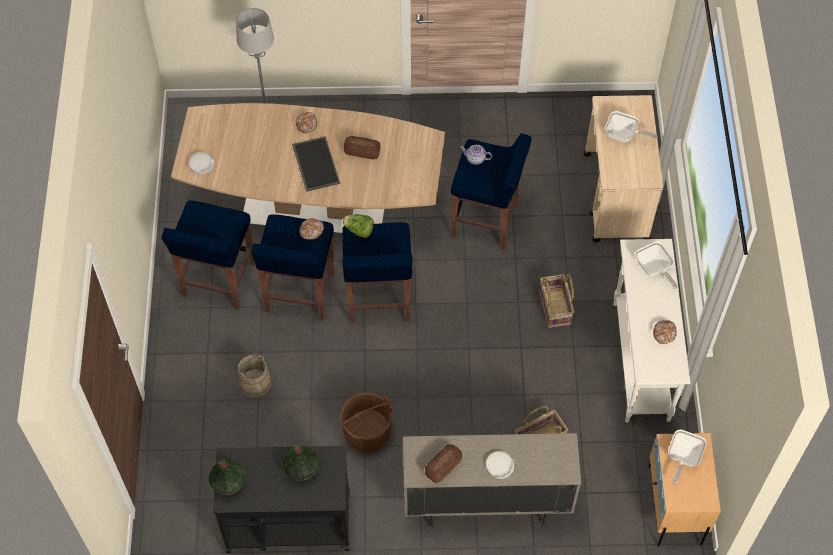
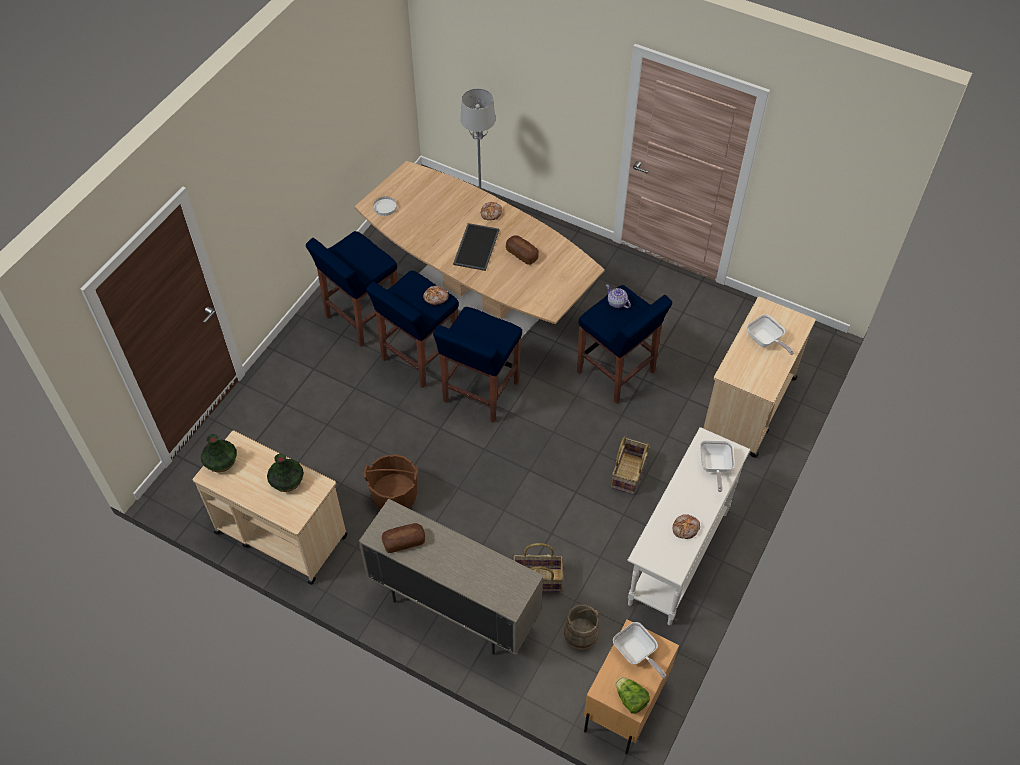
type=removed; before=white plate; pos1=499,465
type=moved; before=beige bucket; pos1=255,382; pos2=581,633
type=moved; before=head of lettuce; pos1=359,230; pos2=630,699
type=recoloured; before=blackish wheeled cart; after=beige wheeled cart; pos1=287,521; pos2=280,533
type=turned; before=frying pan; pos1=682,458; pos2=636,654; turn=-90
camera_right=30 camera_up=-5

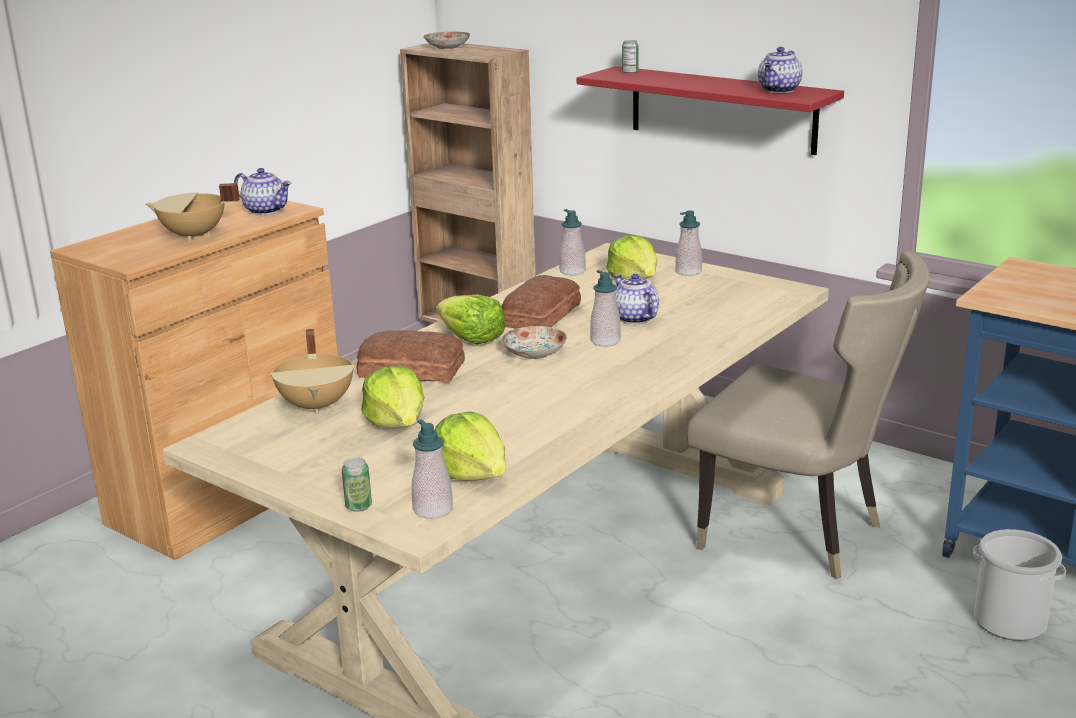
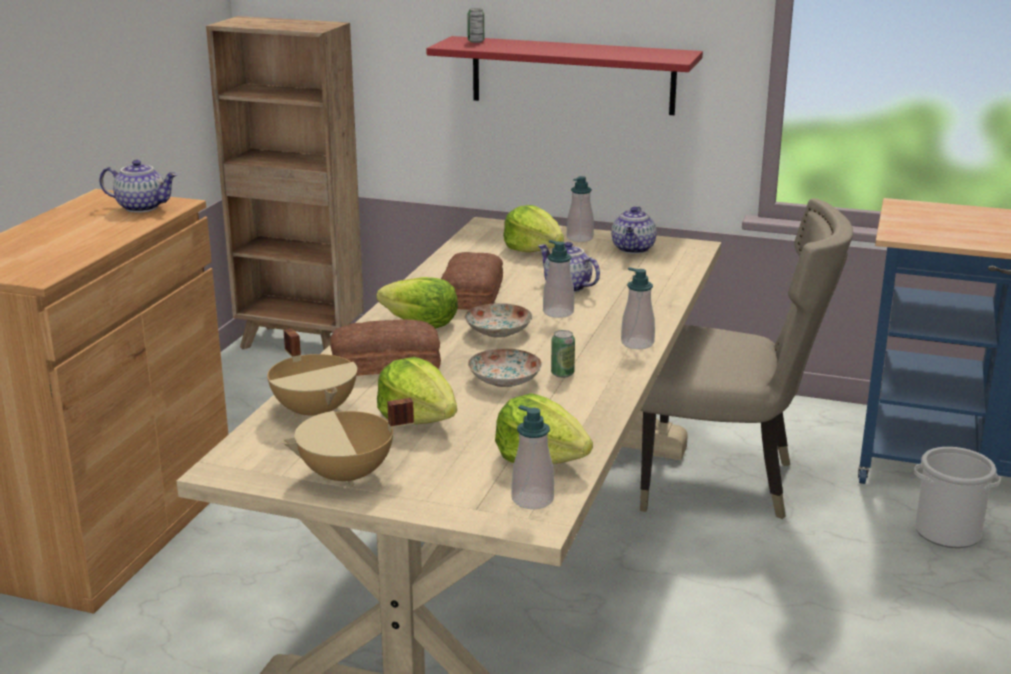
type=moved; before=beige cooking pot; pos1=194,236; pos2=347,476
type=moved; before=sealed can; pos1=358,506; pos2=562,374
type=moved; before=plate; pos1=448,47; pos2=505,380
type=moved; before=liquid soap bottle; pos1=572,271; pos2=637,343
type=moved; before=tea pot; pos1=779,90; pos2=633,249
camera_right=-20 camera_up=0

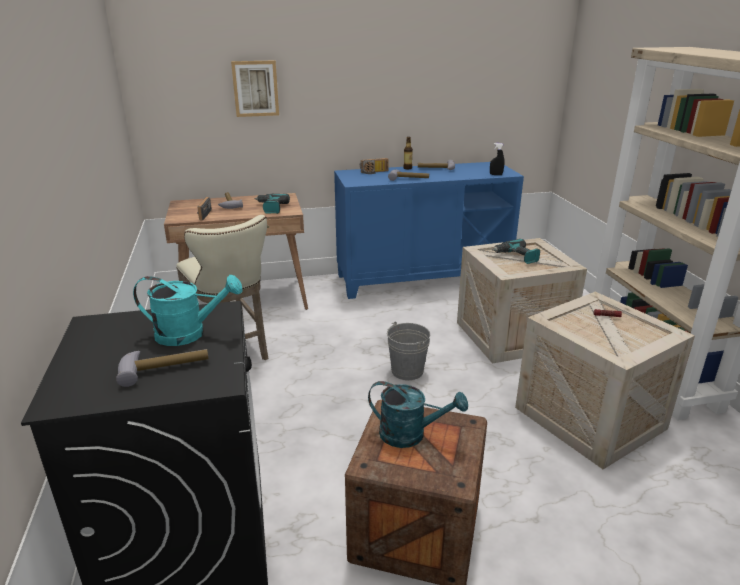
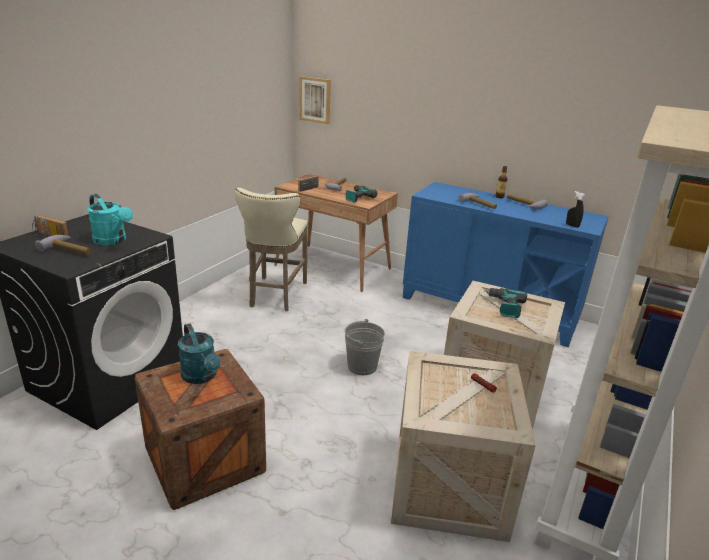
type=moved; before=picture; pos1=255,88; pos2=315,100
type=moved; before=radio; pos1=374,172; pos2=49,236
camera_right=40 camera_up=0

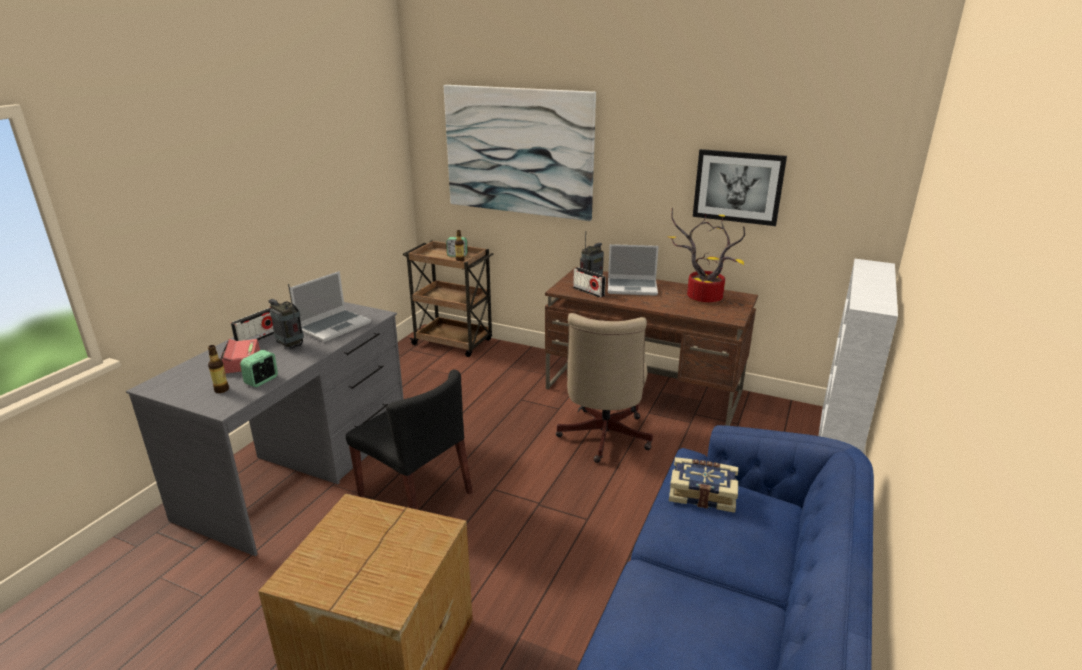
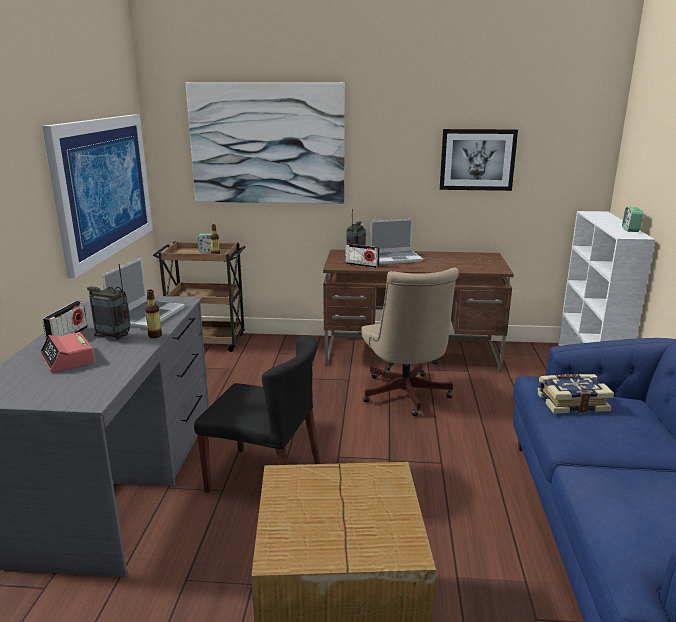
type=removed; before=houseplant; pos1=701,297
type=added; after=picture; pos2=103,187
type=moved; before=beverage bottle; pos1=221,390; pos2=155,336
type=moved; before=alarm clock; pos1=262,381; pos2=630,230
camera_right=-20 camera_up=-5

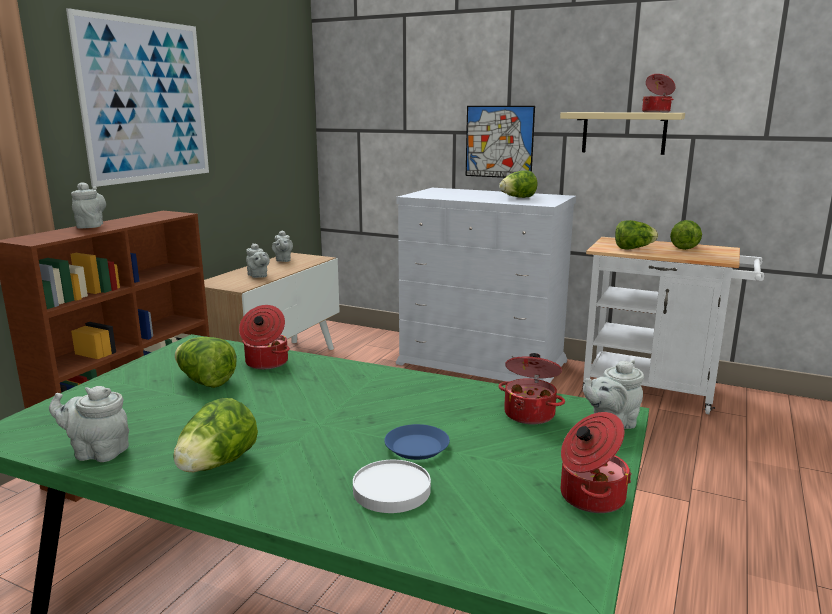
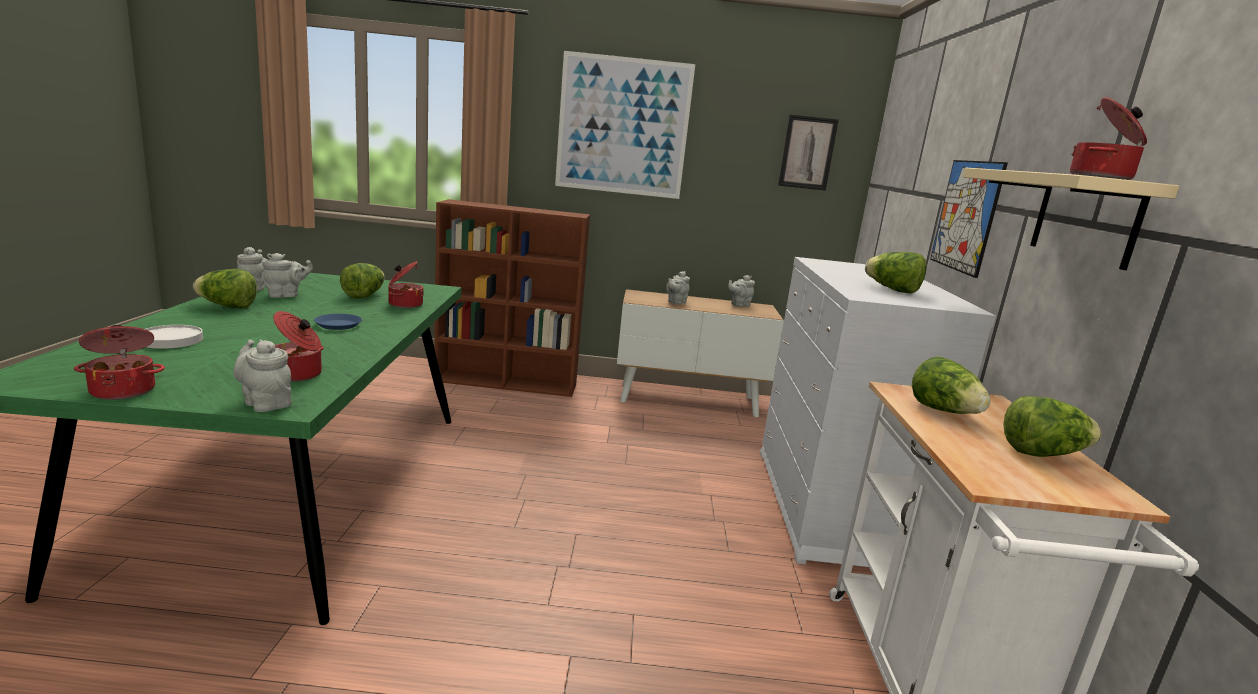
type=added; after=picture; pos2=807,153
type=moved; before=gray tea pot; pos1=91,226; pos2=286,295
type=moved; before=blue plate; pos1=417,447; pos2=338,325
camera_right=65 camera_up=0

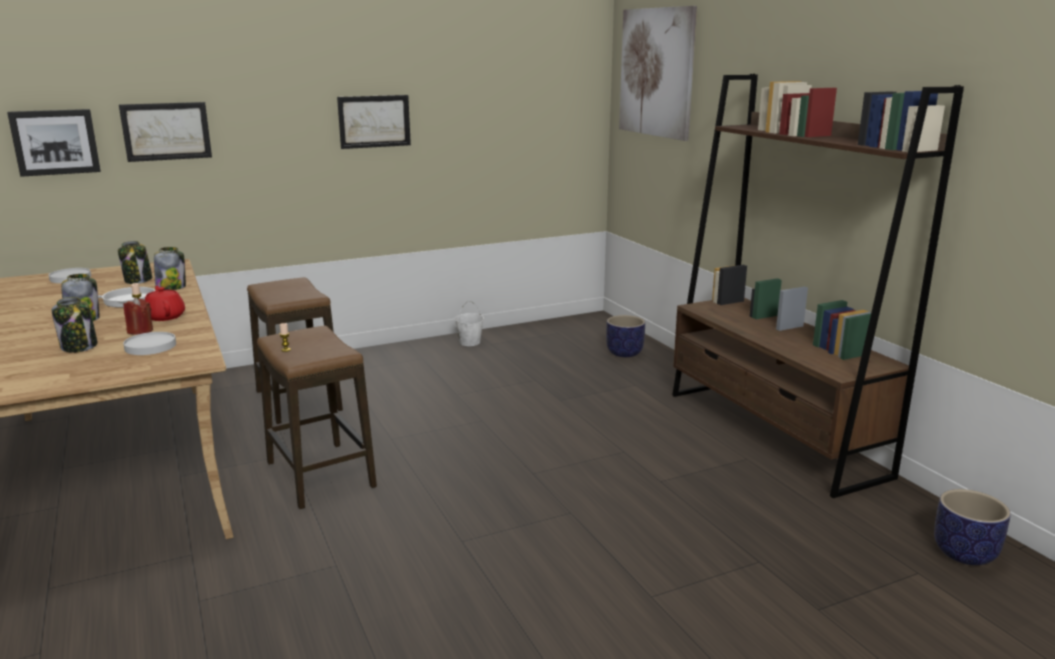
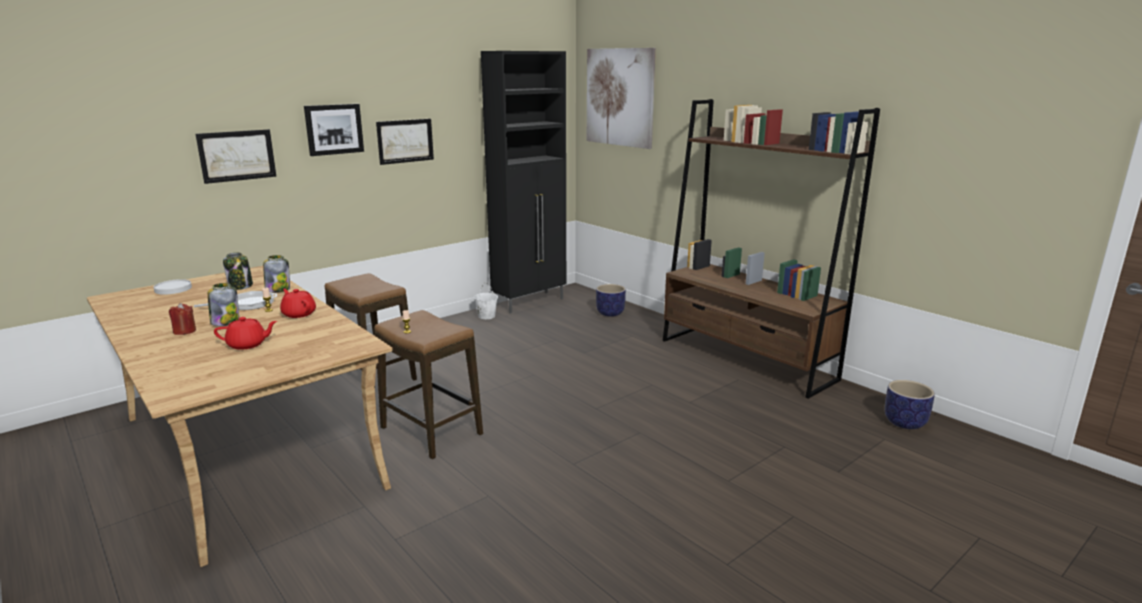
type=removed; before=white plate; pos1=151,346
type=added; after=blackish cupboard; pos2=530,302
type=moved; before=picture; pos1=55,142; pos2=334,129
type=moved; before=red-coloured wax candle; pos1=140,331; pos2=184,331
type=replaced; before=preserve jar; after=red-coloured tea pot; pos1=79,346; pos2=248,344
camera_right=-15 camera_up=0

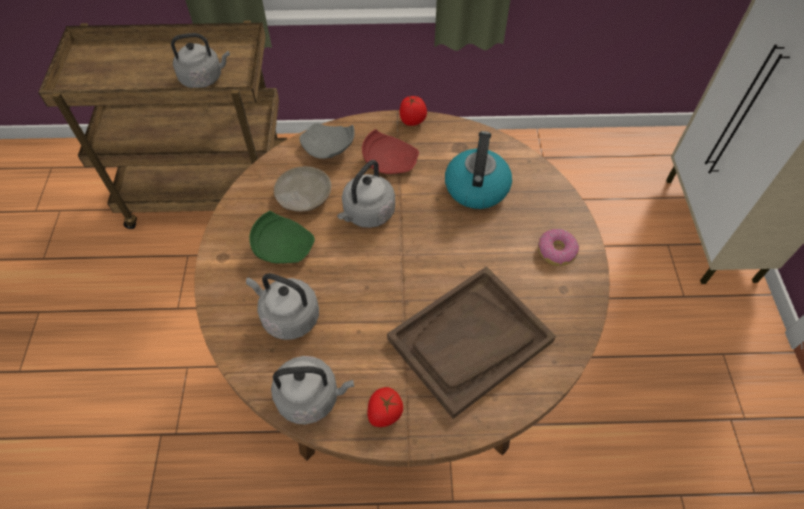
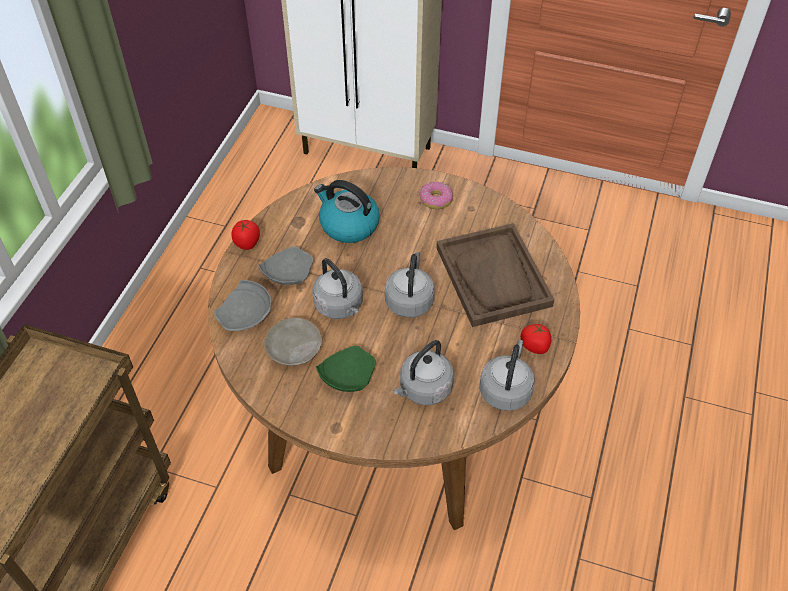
type=moved; before=gray tea kettle; pos1=204,78; pos2=409,300
type=recoloured; before=red-coloured plate; after=gray plate; pos1=389,161; pos2=287,274
camera_right=-70 camera_up=-5

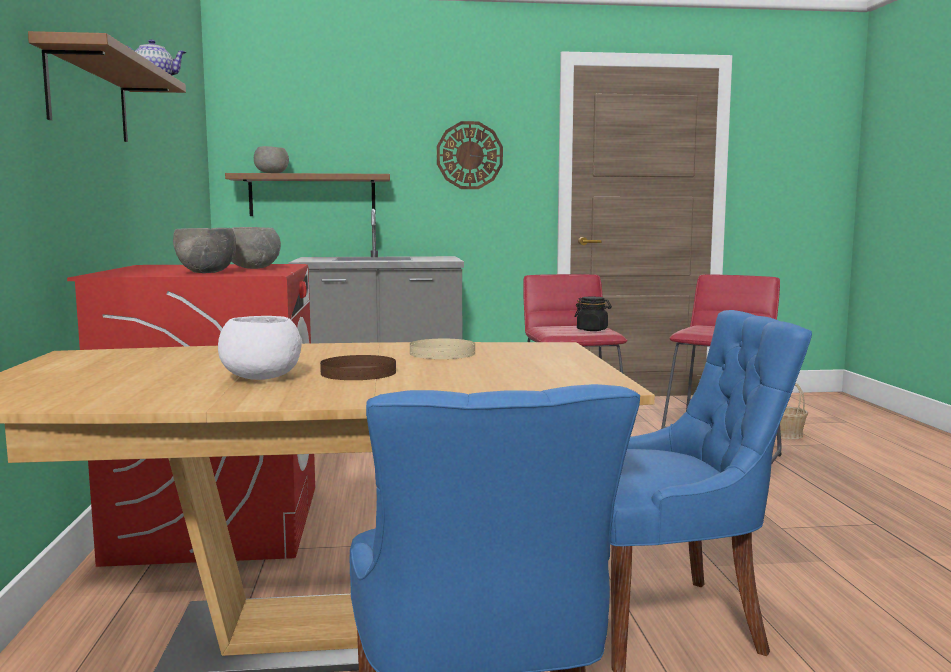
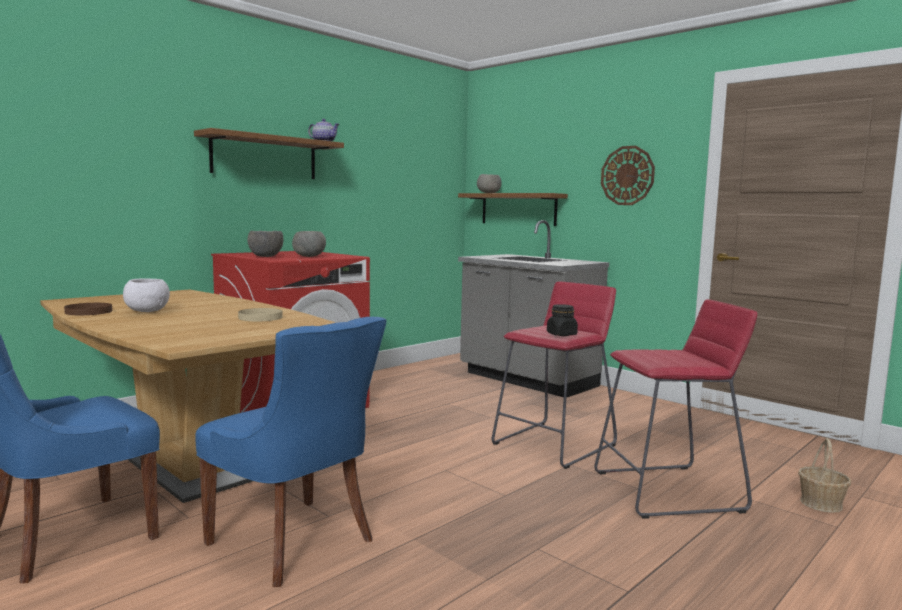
type=moved; before=brownish plate; pos1=359,372; pos2=88,312
camera_right=50 camera_up=0

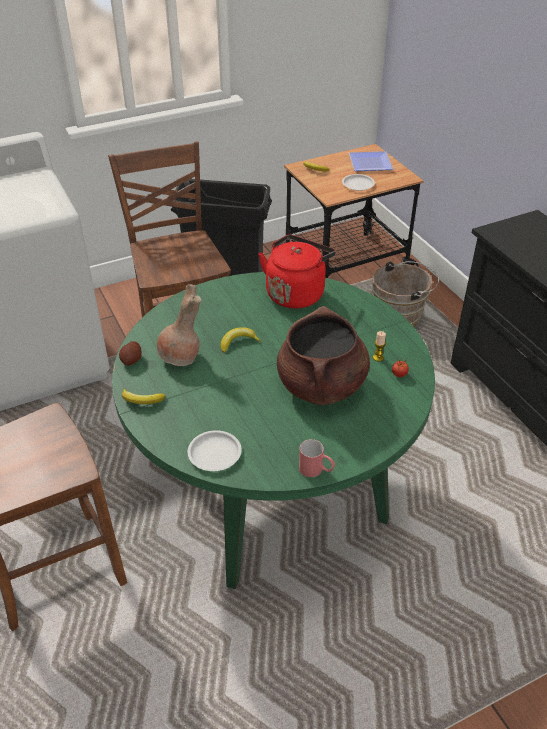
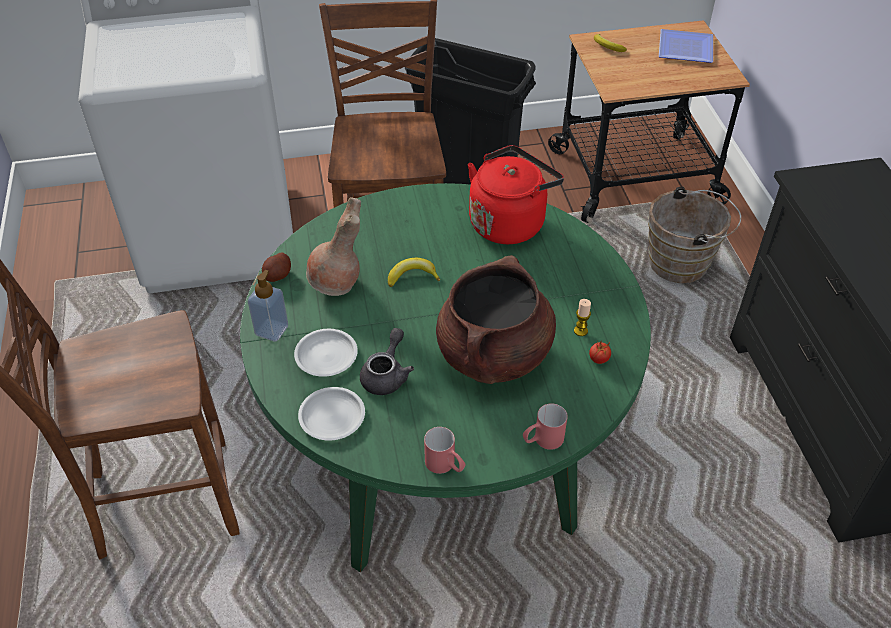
type=added; after=gray tea pot; pos2=387,375
type=added; after=red-coloured tea mug; pos2=542,440
type=moved; before=white plate; pos1=358,184; pos2=326,355
type=replaced; before=whole banana; after=liquid soap bottle; pos1=142,400; pos2=271,330
camera_right=15 camera_up=5

